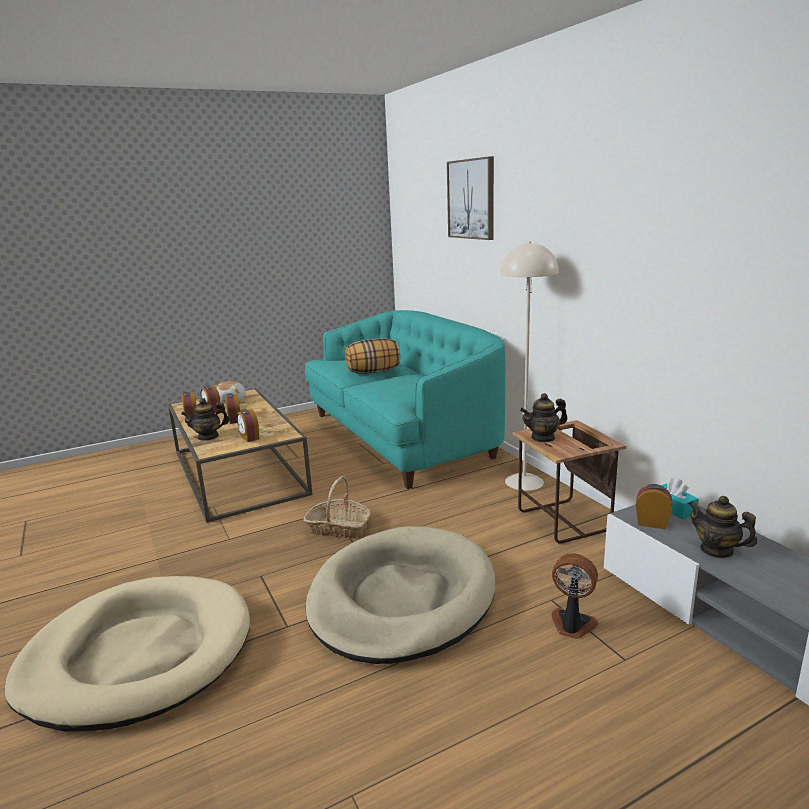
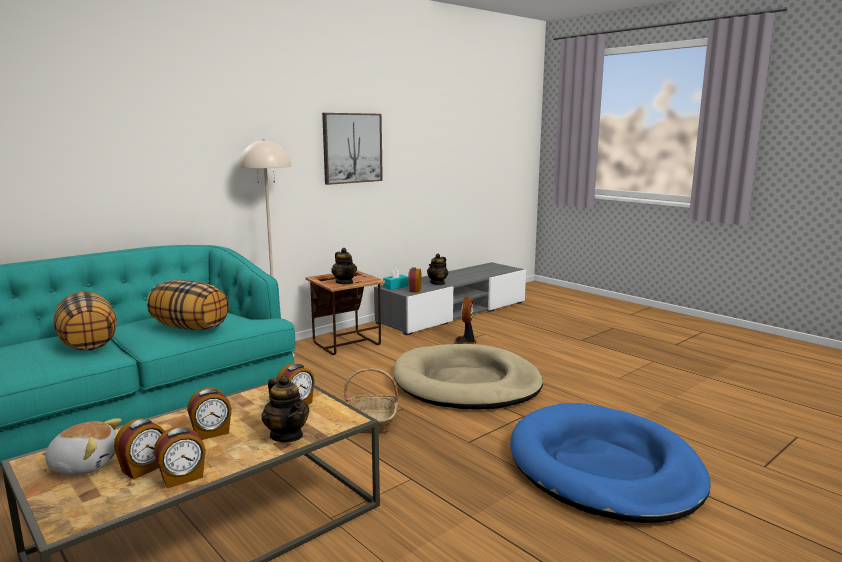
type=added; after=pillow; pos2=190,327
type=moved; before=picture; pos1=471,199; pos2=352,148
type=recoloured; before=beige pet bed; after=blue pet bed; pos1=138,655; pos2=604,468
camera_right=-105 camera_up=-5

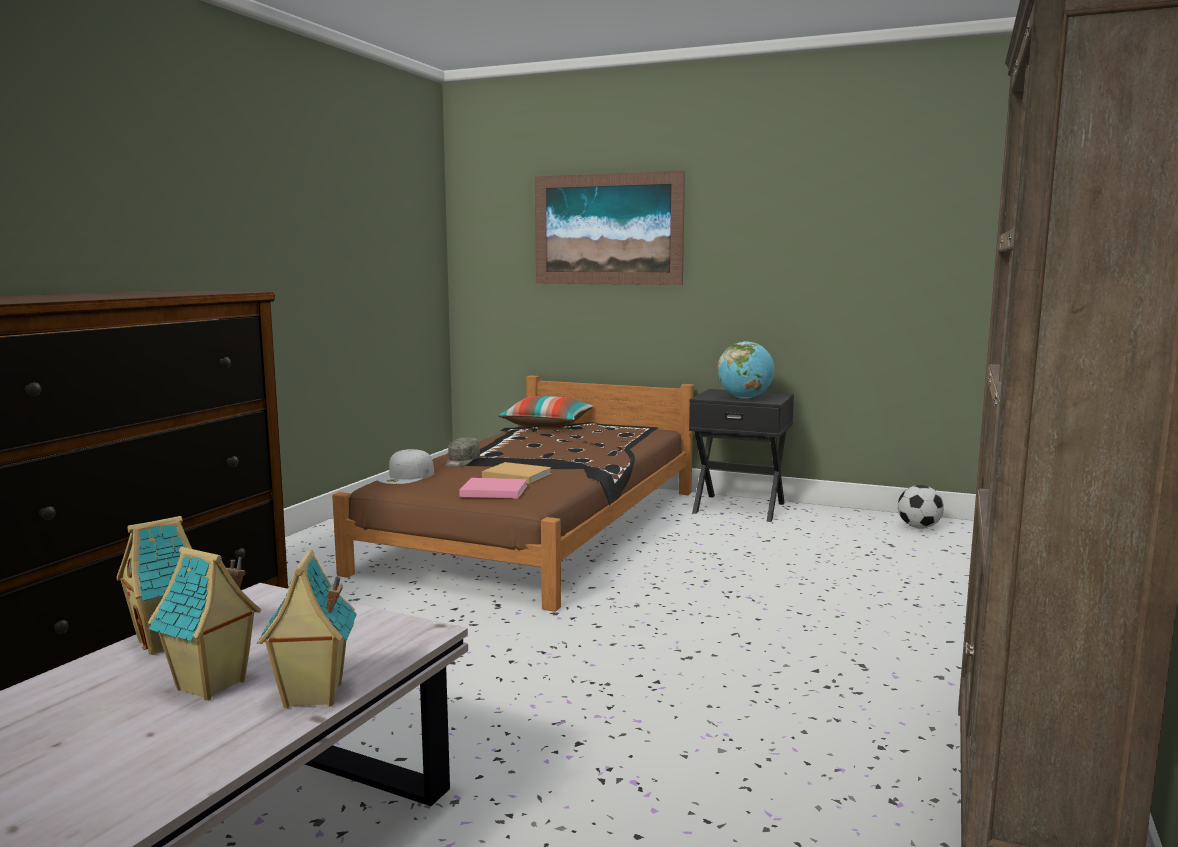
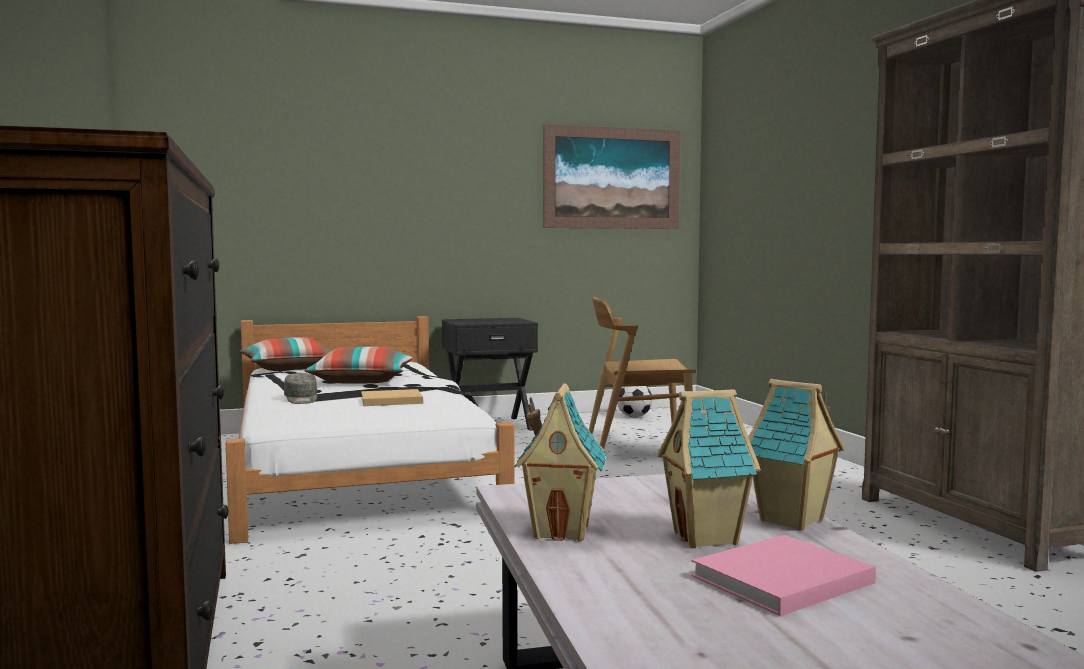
type=removed; before=white cap; pos1=407,476
type=removed; before=world globe; pos1=745,398
type=added; after=pillow; pos2=361,381
type=added; after=brownish upright chair; pos2=638,450
type=moved; before=pink book; pos1=492,491; pos2=778,580
type=moved; before=picture; pos1=607,229; pos2=612,178
type=recoloured; before=brownish bed; after=white bed; pos1=540,528; pos2=354,467
camera_right=-40 camera_up=-5

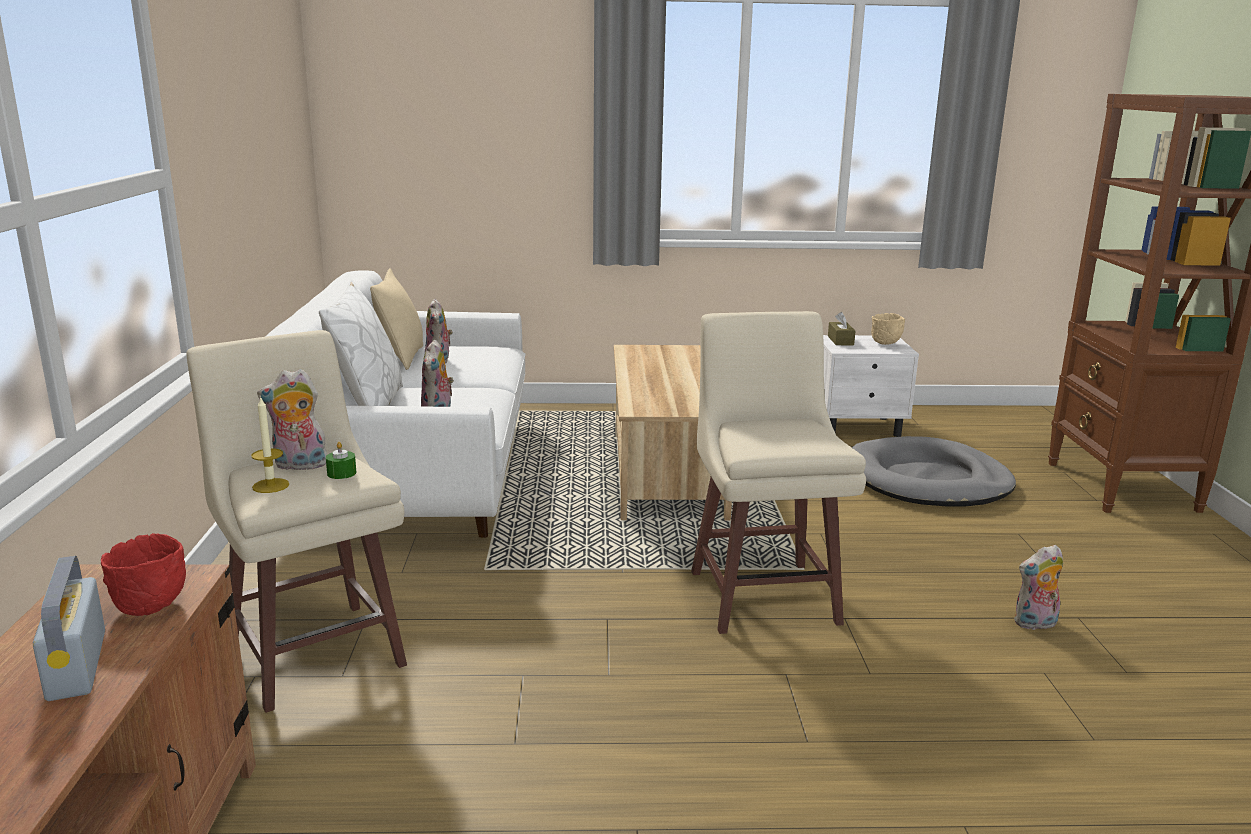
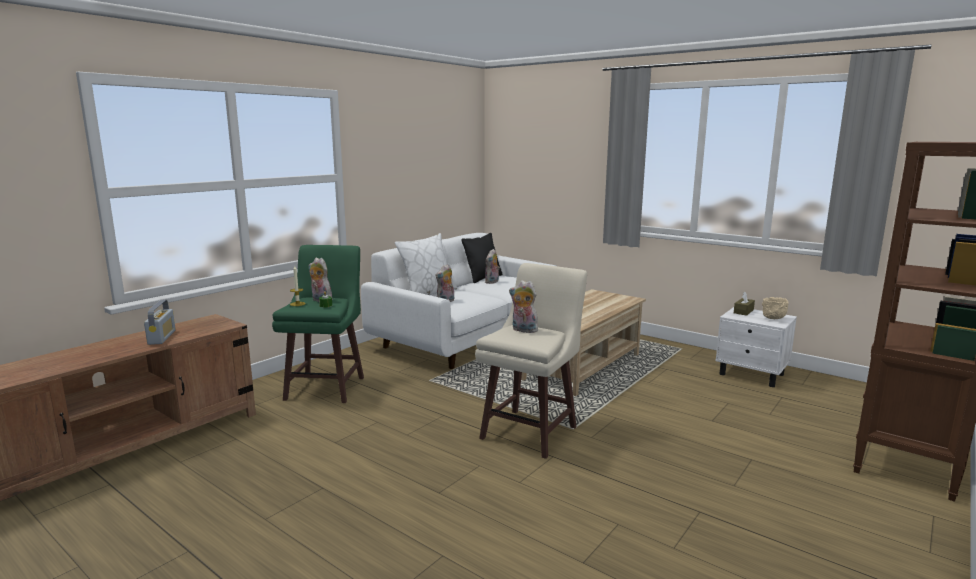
type=removed; before=red-coloured deep dish; pos1=153,607
type=removed; before=gray pet bed; pos1=928,480
type=moved; before=soft toy; pos1=1035,624; pos2=523,330
type=recoloured; before=beige stool; after=greenish stool; pos1=315,651; pos2=327,387
type=recoloured; before=beige pillow; after=blackish pillow; pos1=402,357; pos2=483,278
type=turned; before=radio; pos1=77,665; pos2=162,337; turn=150
camera_right=40 camera_up=-5

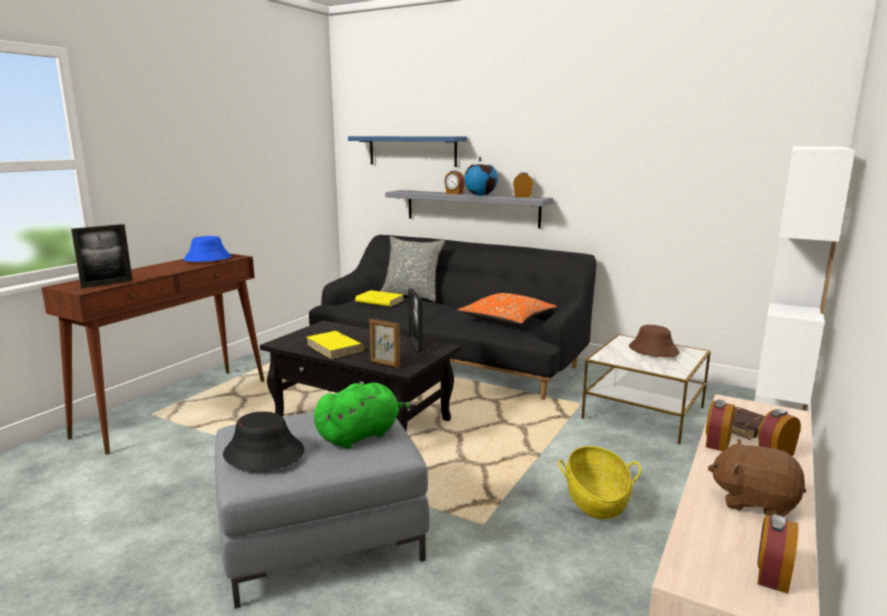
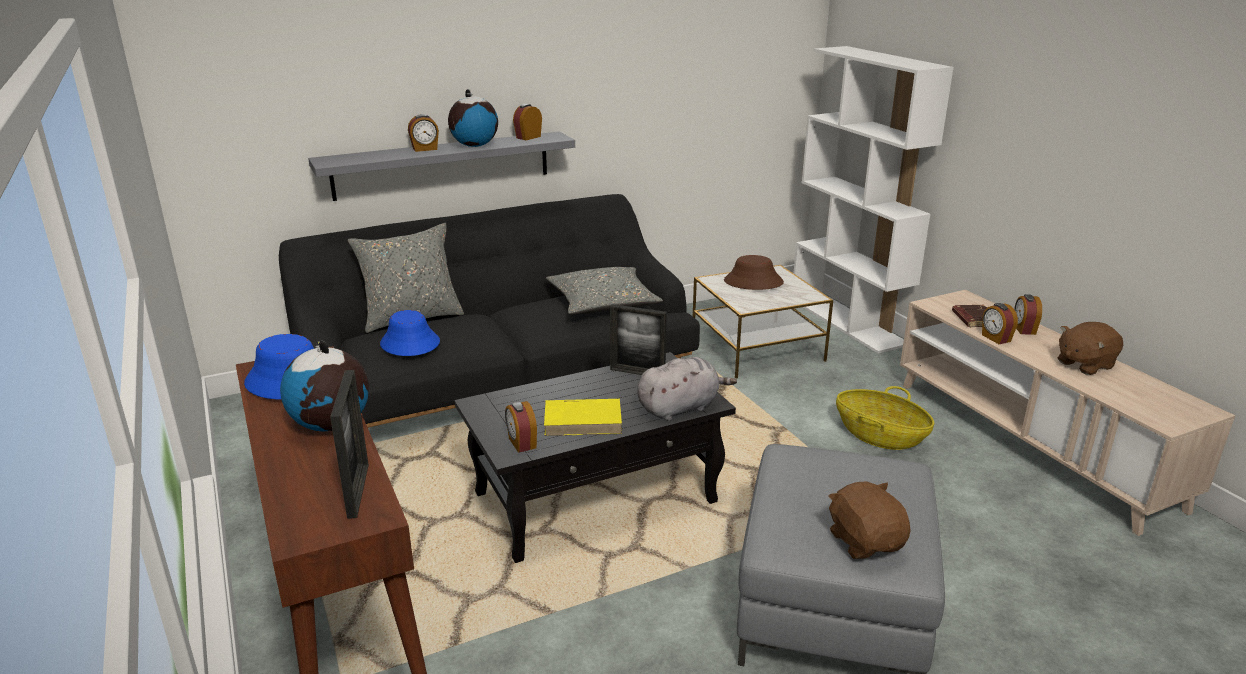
type=removed; before=greenish soft toy; pos1=361,435
type=removed; before=blue shelf; pos1=412,151
type=added; after=world globe; pos2=331,425
type=moved; before=alarm clock; pos1=772,576; pos2=521,443
type=replaced; before=blackish hat; after=brownish soft toy; pos1=263,453; pos2=865,541
type=replaced; before=yellowish book; after=blue hat; pos1=379,301; pos2=409,343
type=replaced; before=standing frame; after=gray soft toy; pos1=384,364; pos2=680,408
type=recoloured; before=orange pillow; after=gray pillow; pos1=507,320; pos2=603,304
camera_right=-55 camera_up=10

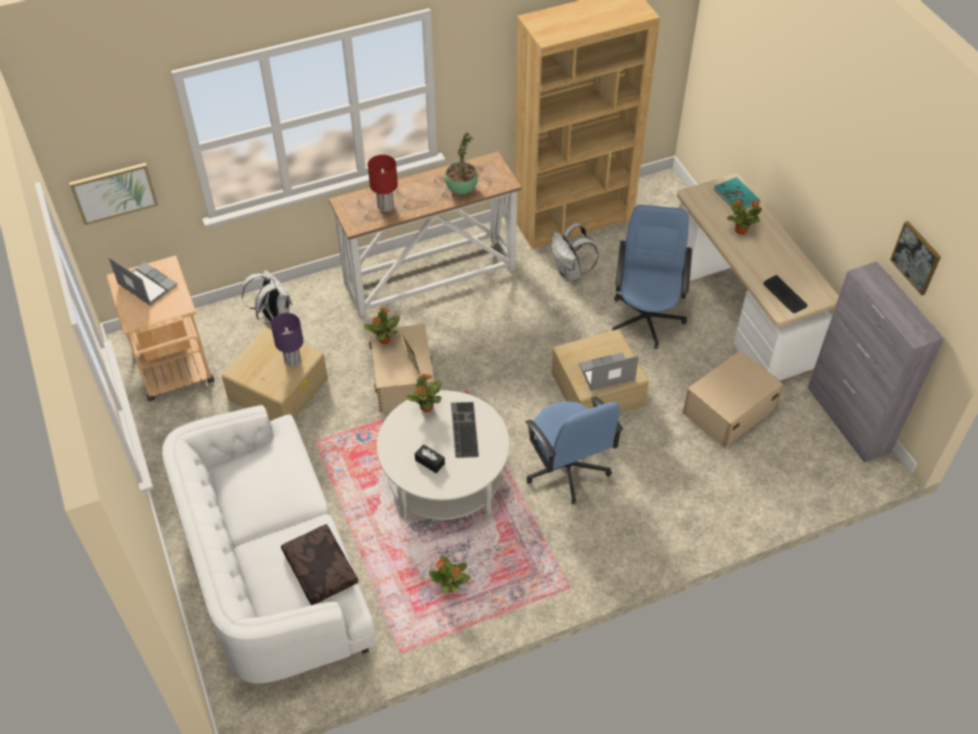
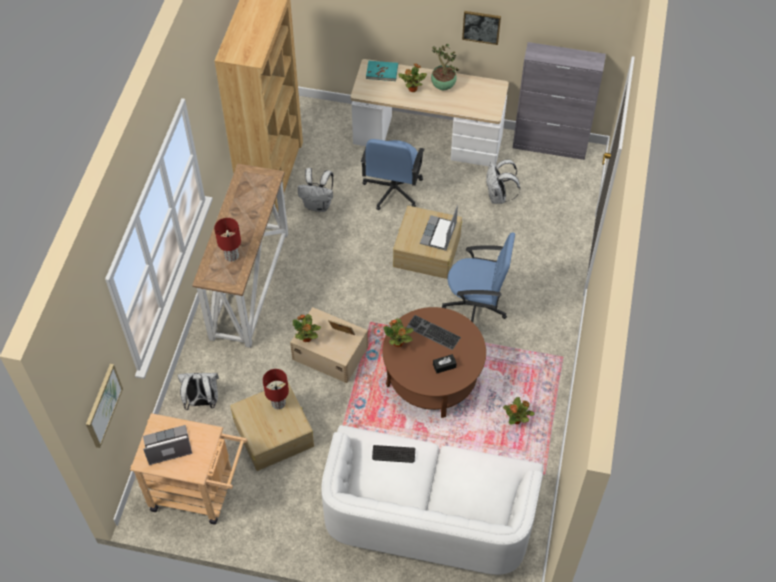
type=removed; before=brownish pillow; pos1=319,569
type=moved; before=houseplant; pos1=461,189; pos2=442,86
type=moved; before=keyboard; pos1=784,295; pos2=393,454
type=moved; before=picture; pos1=916,257; pos2=481,27
type=replaced; before=beige storage container; after=white rucksack; pos1=728,411; pos2=498,197
type=recoloured; before=purple-coloured tabletop lamp; after=red-coloured tabletop lamp; pos1=292,360; pos2=278,403
type=recoloured; before=white lounge table; after=brownish lounge table; pos1=444,479; pos2=432,376
type=turned; before=blue computer chair; pos1=646,318; pos2=392,190; turn=-120
camera_right=-55 camera_up=5

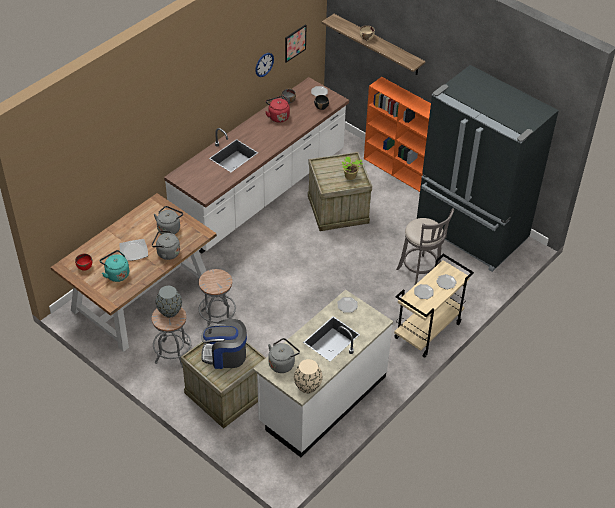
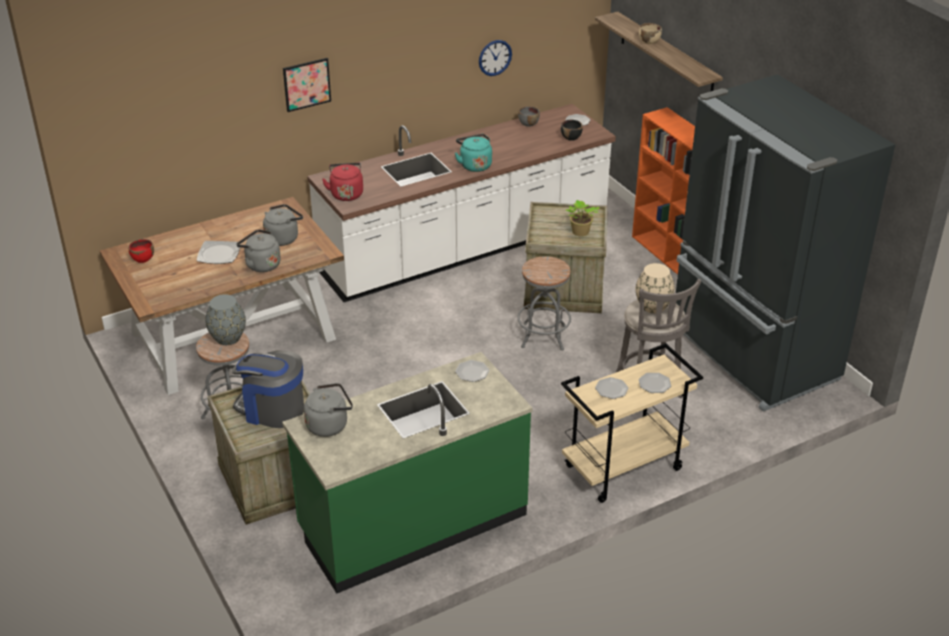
type=moved; before=blue-green tea kettle; pos1=116,274; pos2=474,165
type=moved; before=gray stool; pos1=217,318; pos2=543,336
type=moved; before=red-coloured tea kettle; pos1=278,116; pos2=346,193
type=moved; before=picture; pos1=295,43; pos2=307,84
type=moved; before=beige vase; pos1=307,386; pos2=653,306
type=recoloured; before=white counter; after=greenish counter; pos1=322,399; pos2=412,522
camera_right=20 camera_up=-10

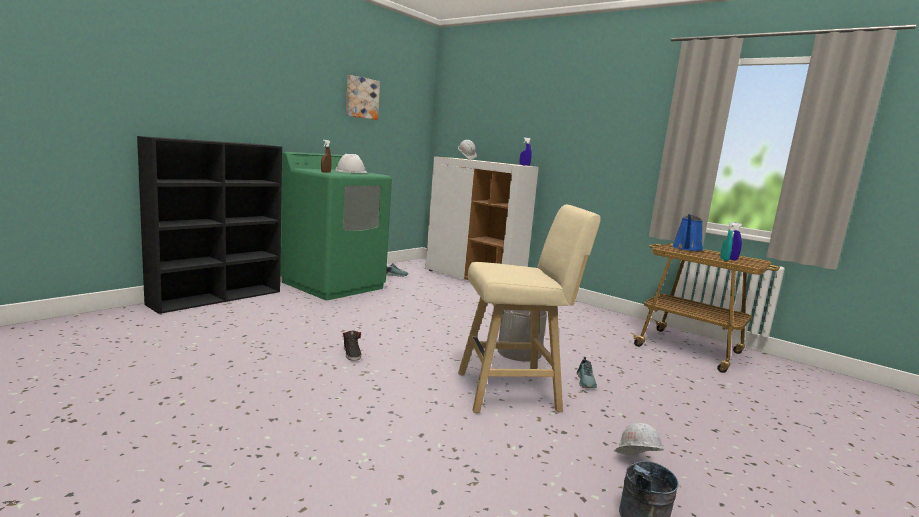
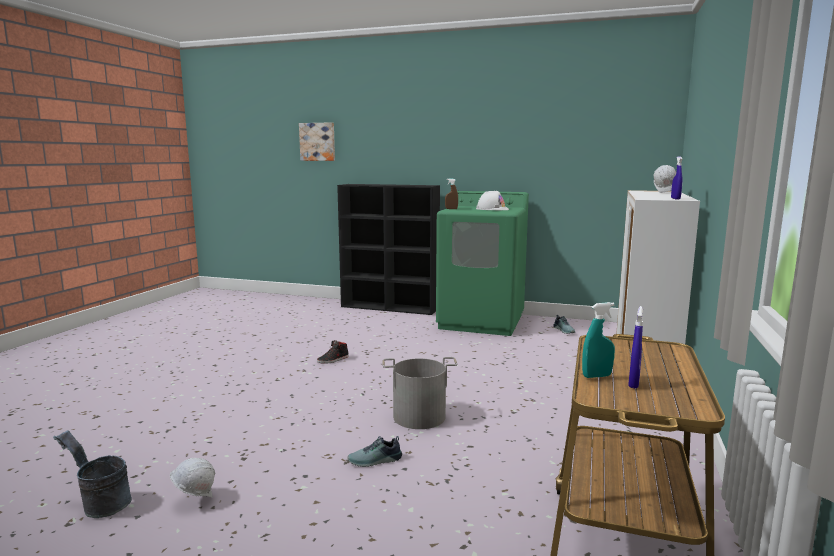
type=removed; before=beige stool; pos1=513,392
type=removed; before=blue watering pot; pos1=687,248
type=moved; before=picture; pos1=361,98; pos2=318,142
camera_right=70 camera_up=0

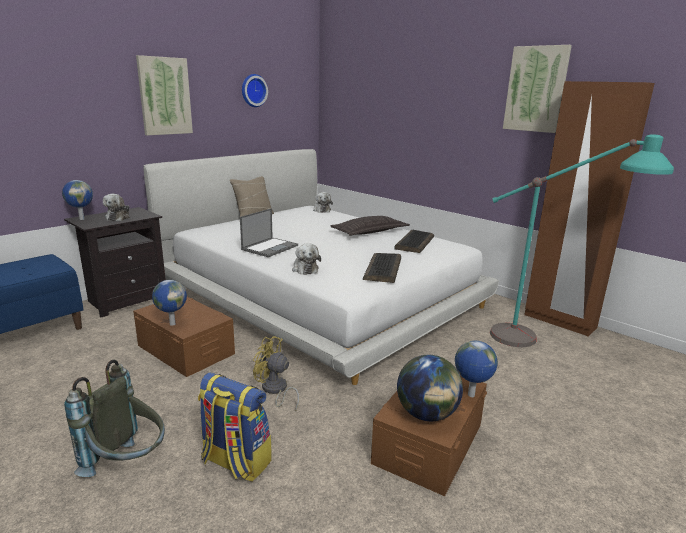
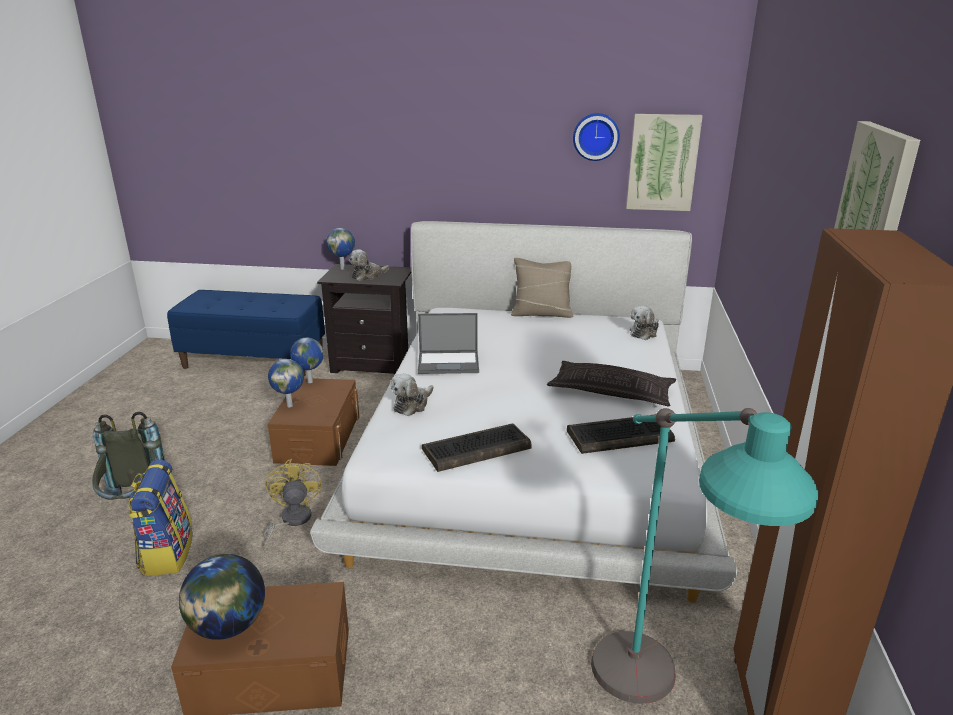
type=moved; before=picture; pos1=164,96; pos2=662,162
type=moved; before=world globe; pos1=471,395; pos2=309,382
camera_right=55 camera_up=5

